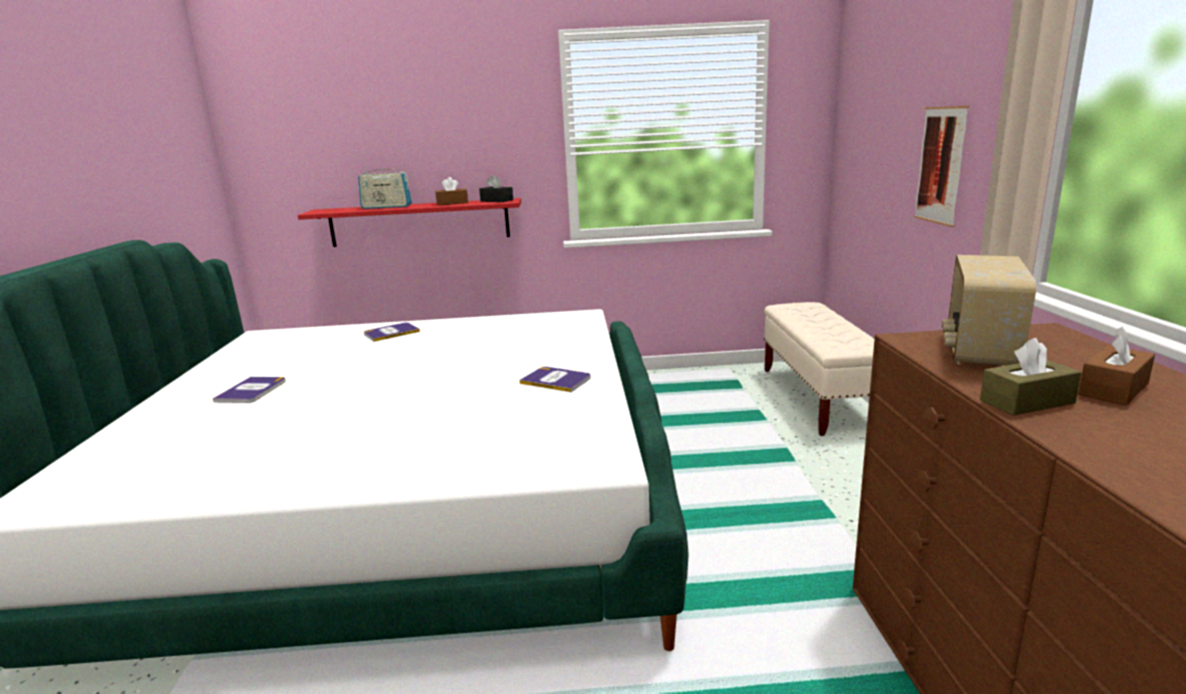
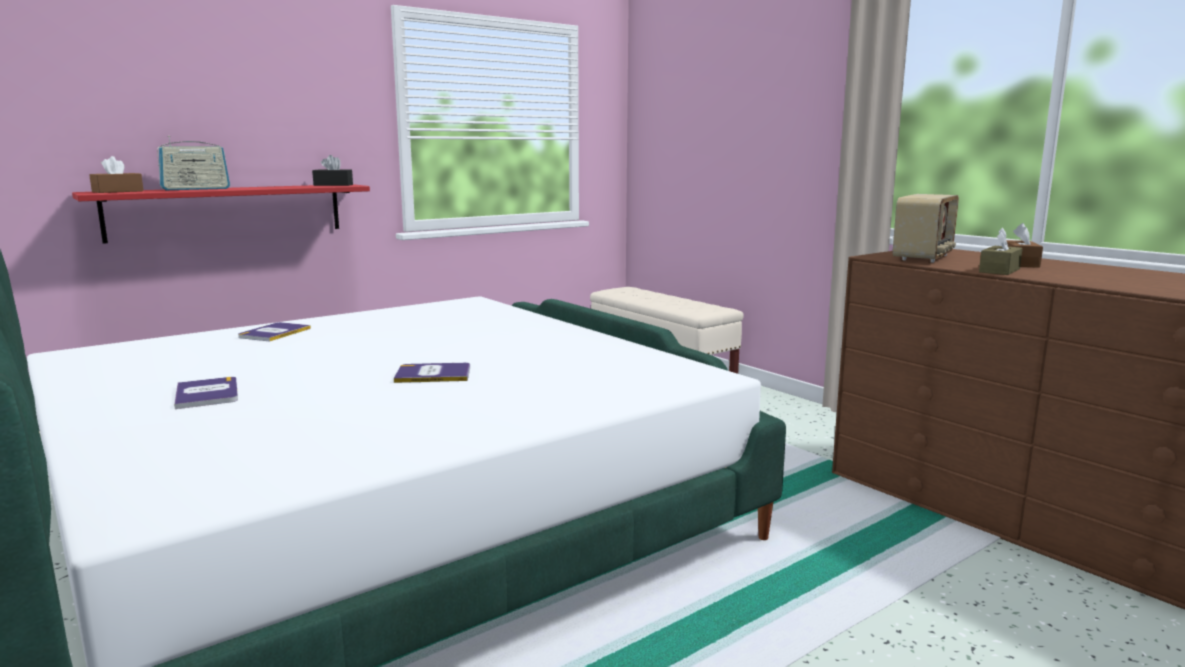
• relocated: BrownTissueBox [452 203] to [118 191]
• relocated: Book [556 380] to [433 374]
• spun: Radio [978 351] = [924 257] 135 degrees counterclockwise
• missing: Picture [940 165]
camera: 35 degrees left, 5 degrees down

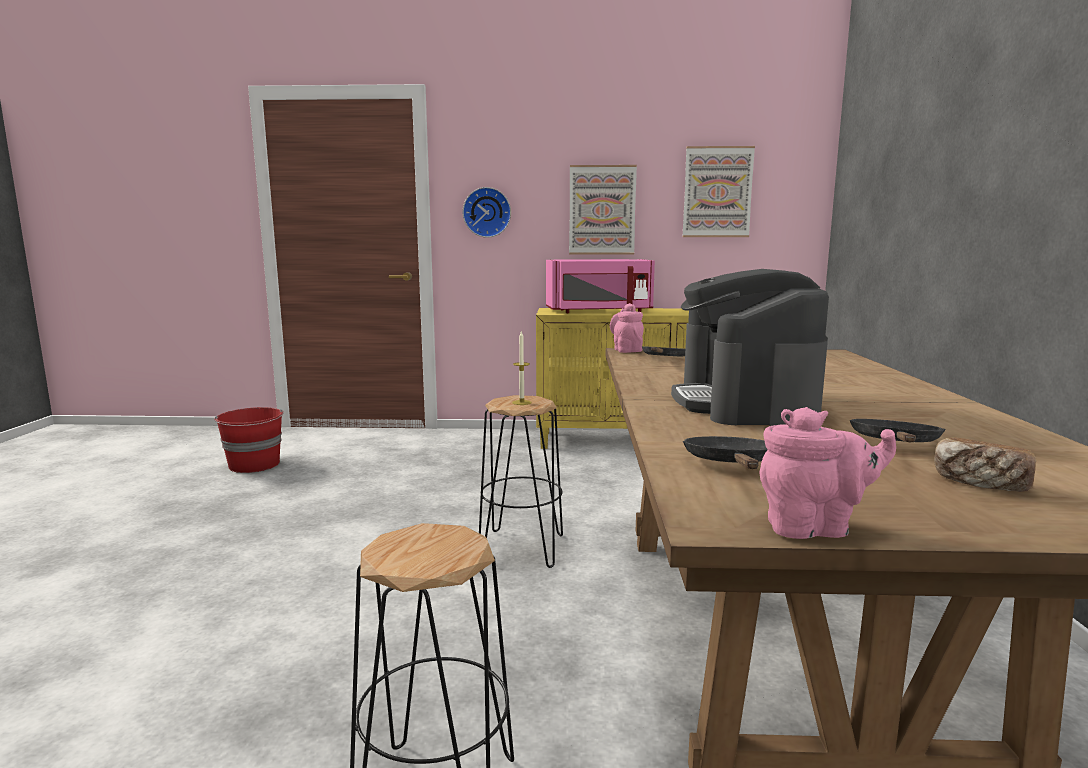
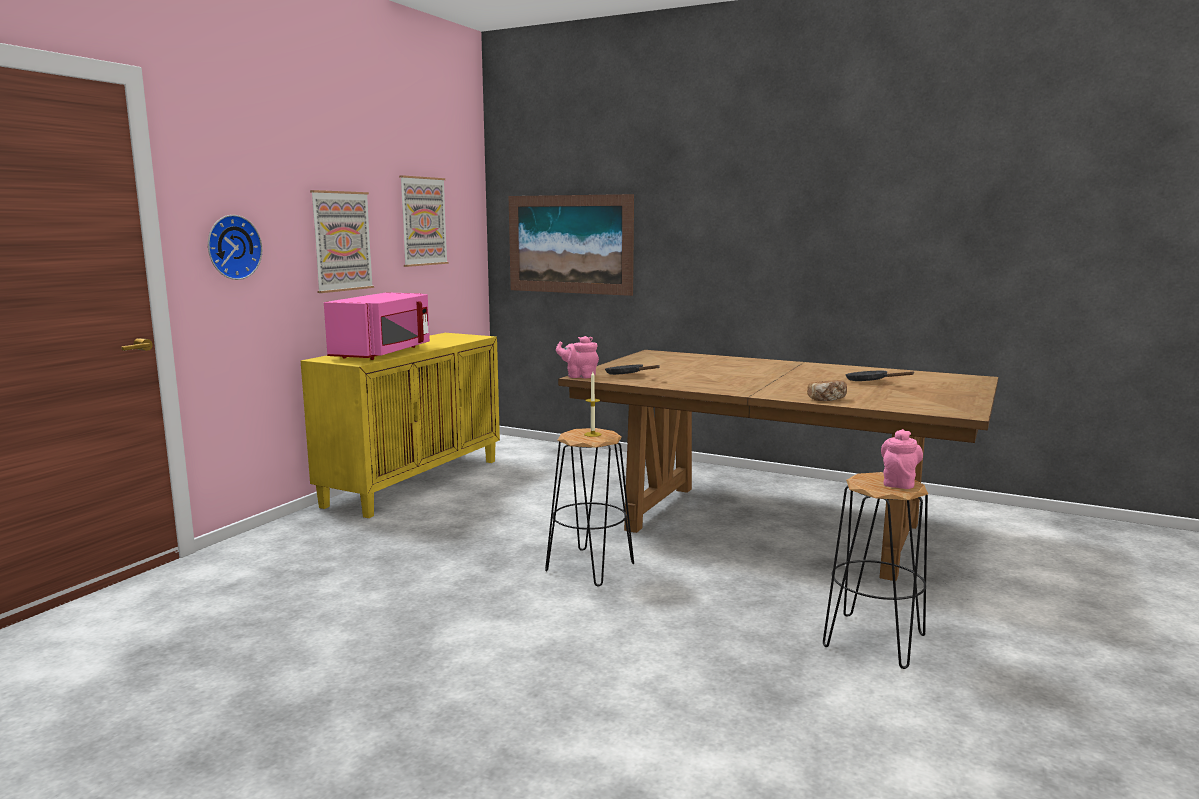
• appeared: Picture [570 244]
• relocated: Bread [980 483] to [827 399]
• relocated: PinkTeapot [814 527] to [899 483]
• missing: RedBucket [254 465]
• missing: CoffeeMachine [745 404]
• missing: BlackFryingPan [731 464]
camera: 65 degrees left, 0 degrees up

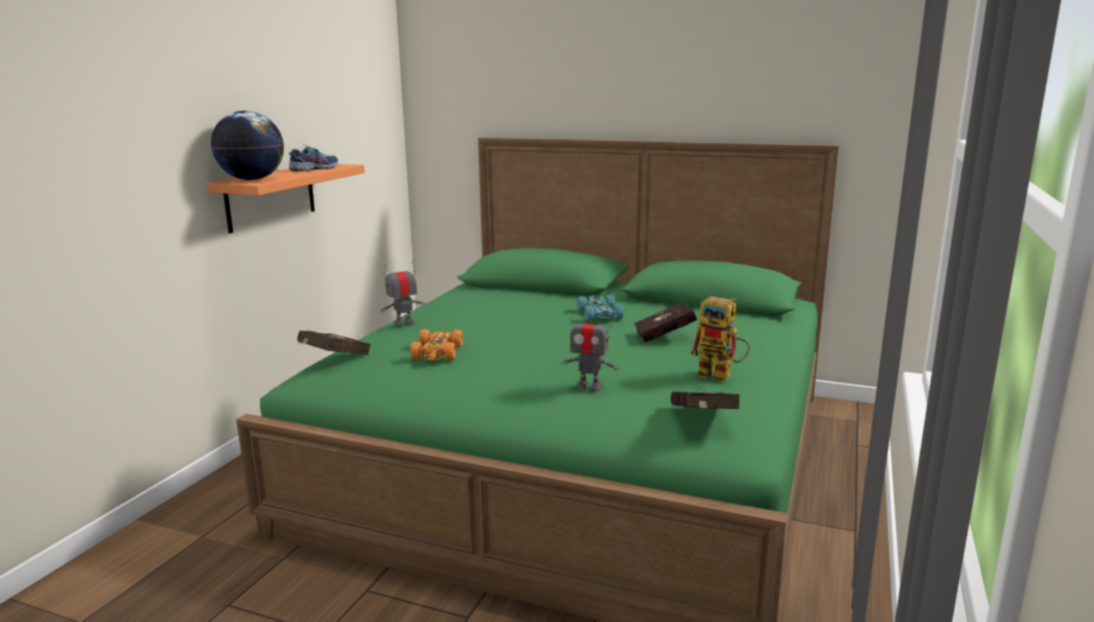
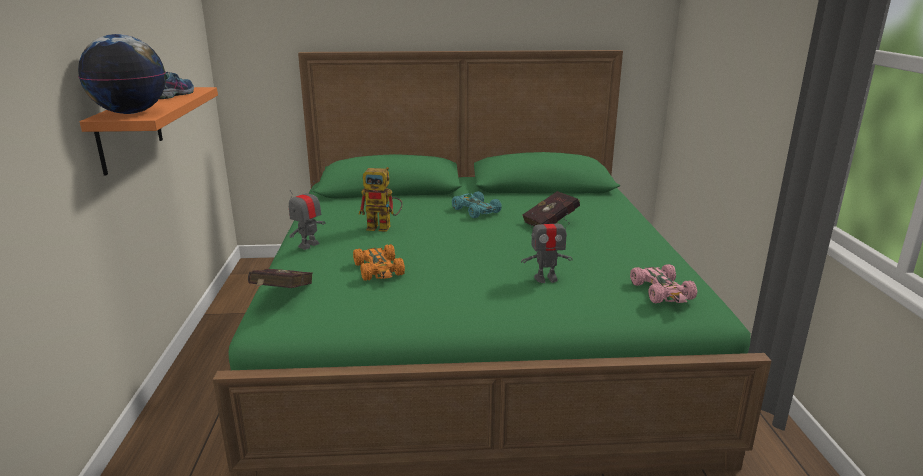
• relocated: ToyRobot [721 376] to [384 227]
• exchanged: RedBook [702 421] to PinkToyCar [662 292]
camera: 25 degrees left, 5 degrees up

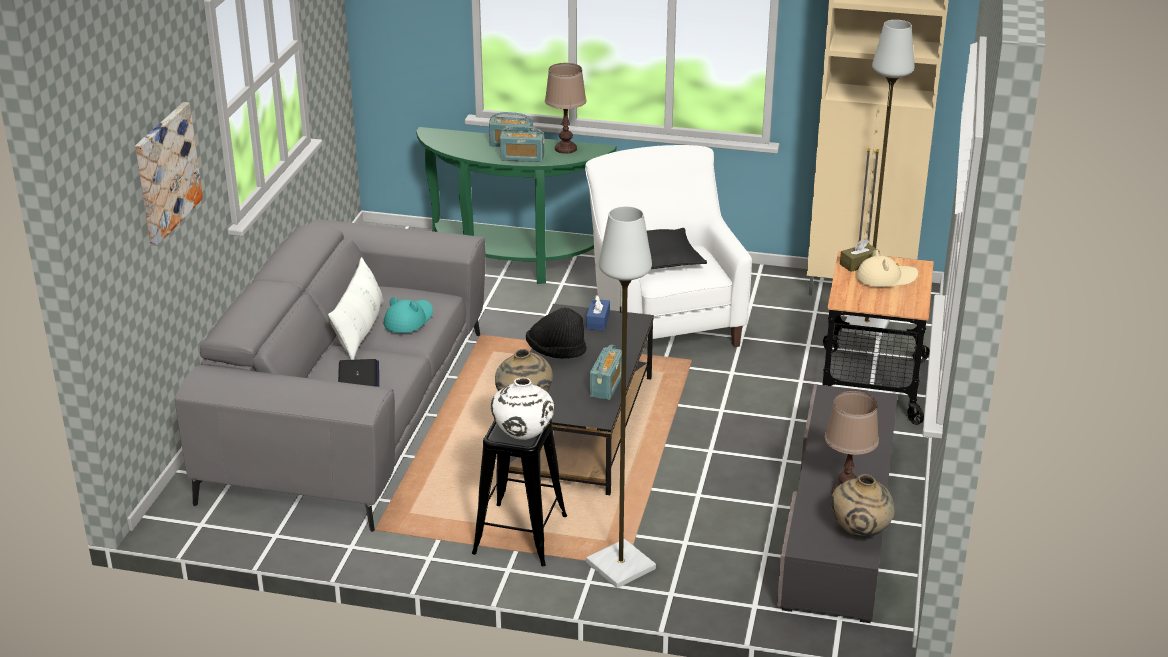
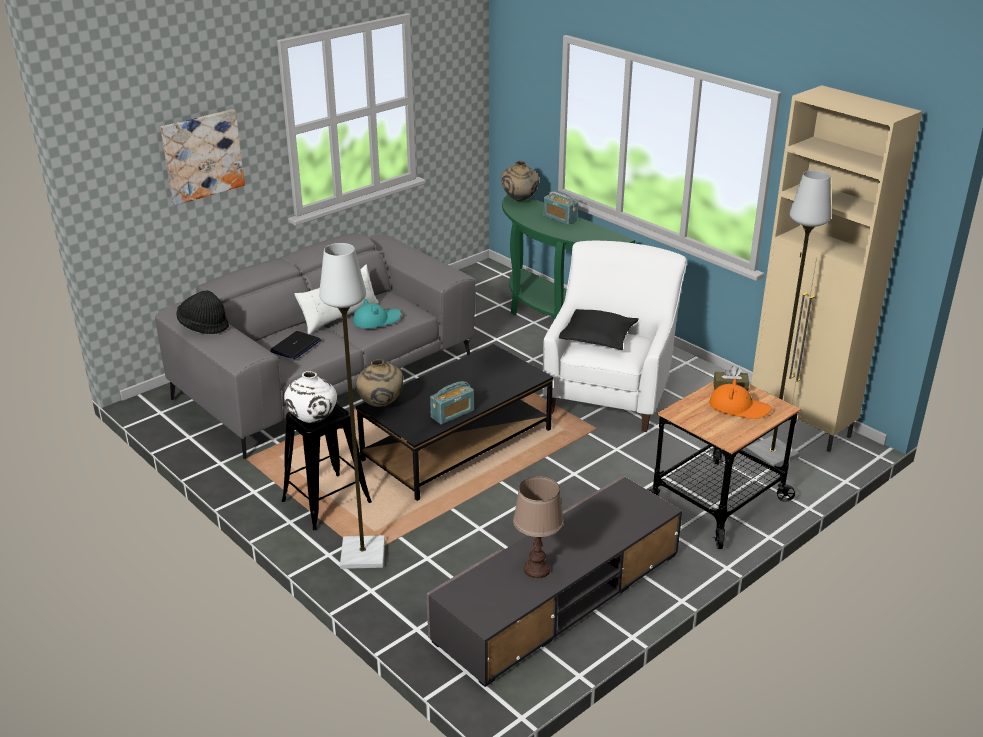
• relocated: BlackHat [556 352] to [203 326]
• relocated: BeigeVase [859 533] to [520 200]
• colour: BeigeHat [886 278] to OrangeHat [738 407]
• missing: Radio [522 158]
• missing: BrownTableLamp [565 148]
• missing: BlueTissueBox [598 321]
camera: 35 degrees right, 0 degrees up

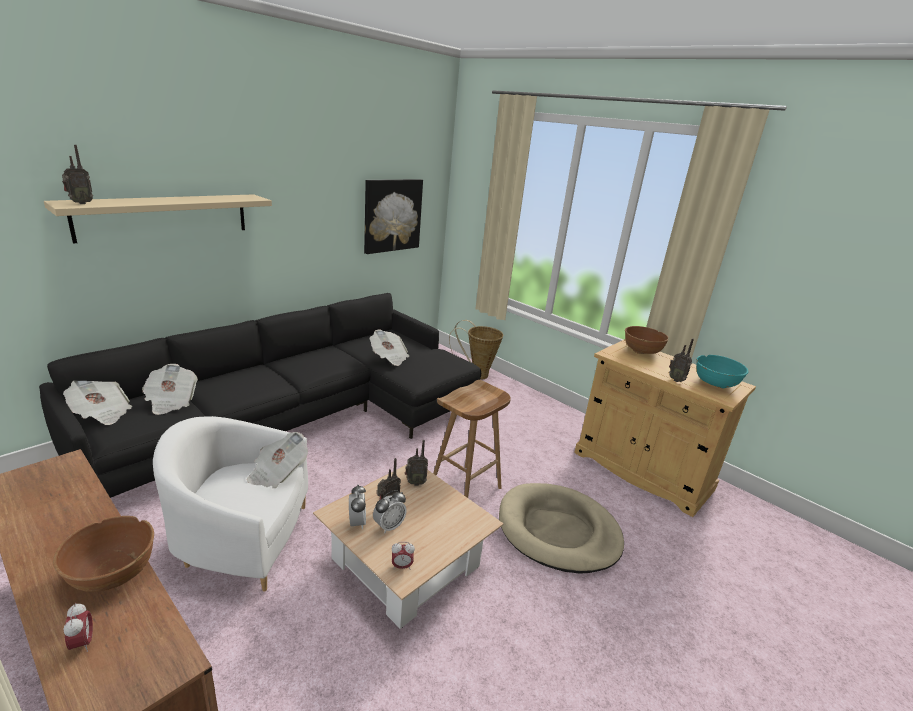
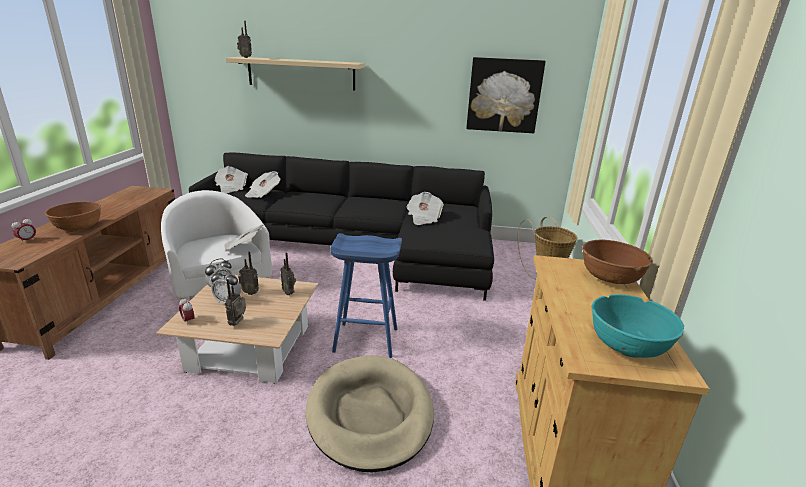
• relocated: Radio [676 380] to [238 323]
• colour: BrownStool [465 489] to BlueStool [365 340]
camera: 55 degrees right, 0 degrees up

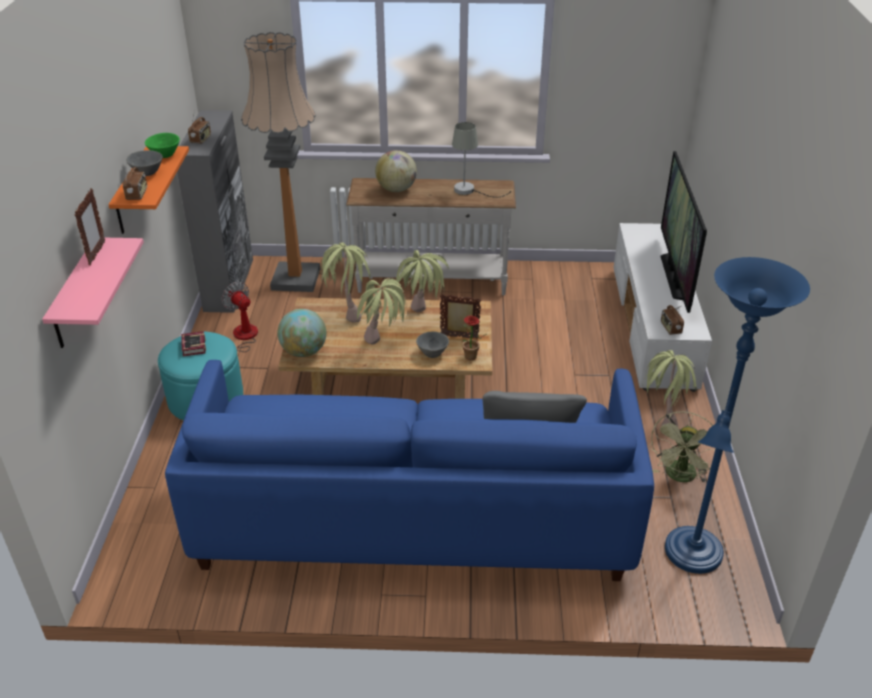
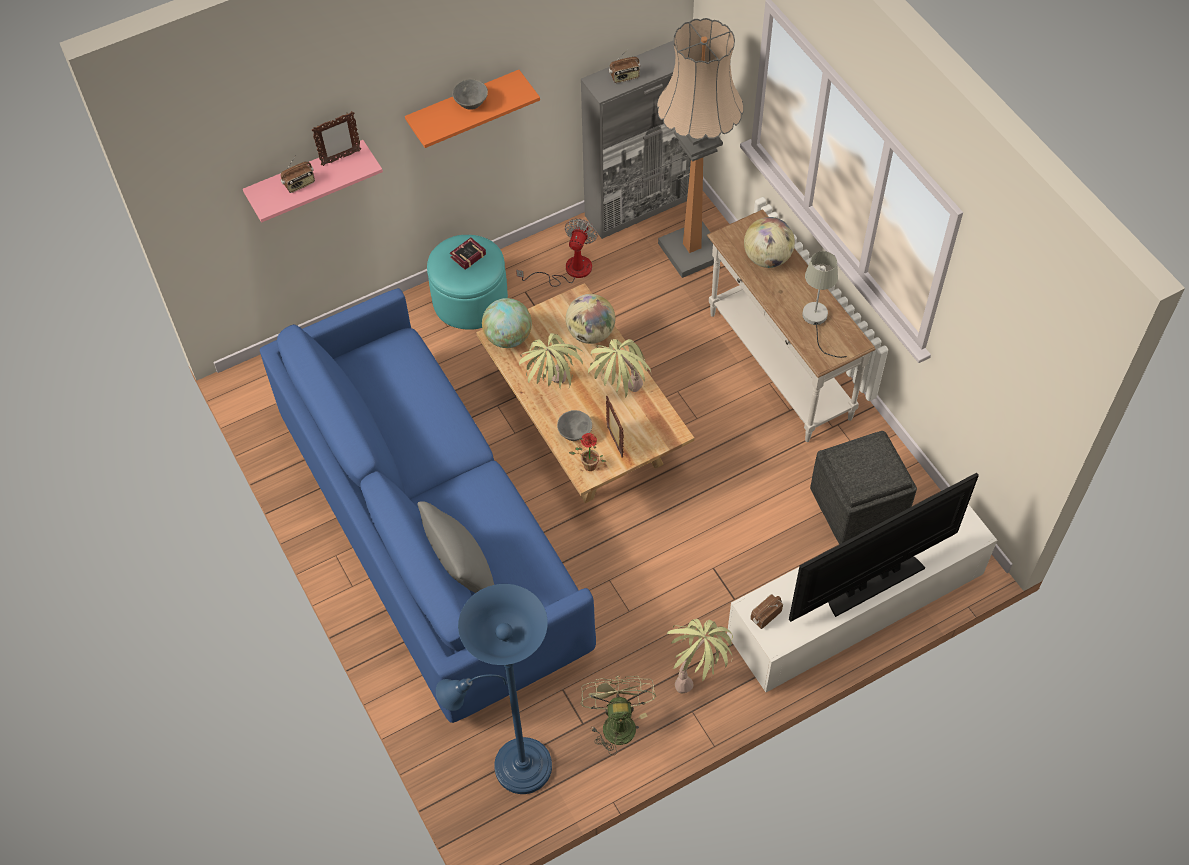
• relocated: Radio [137 194] to [299 184]
• exchanged: PottedPlant [347 311] to Globe [590 333]
• spun: GreenFan [680 477] = [616 722] 90 degrees clockwise
• appeared: GreyOttoman [858 504]
• missing: GreenBowl [164 155]
camera: 60 degrees right, 20 degrees up

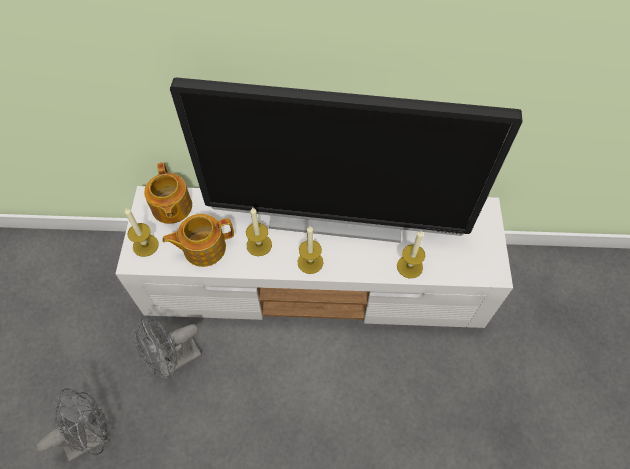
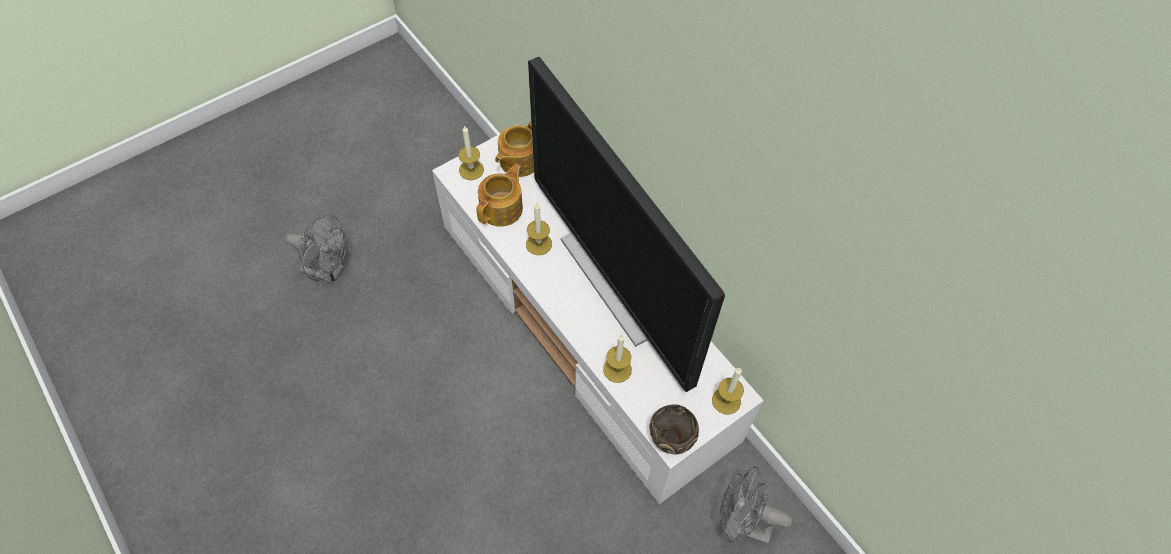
• spun: Teapot [203 248] = [502 208] 90 degrees clockwise
• appeared: BrownBowl [671 440]
• relocated: Candle [310 262] to [726 400]
• relocated: GreyFan [175 361] to [741 524]
camera: 50 degrees right, 0 degrees up

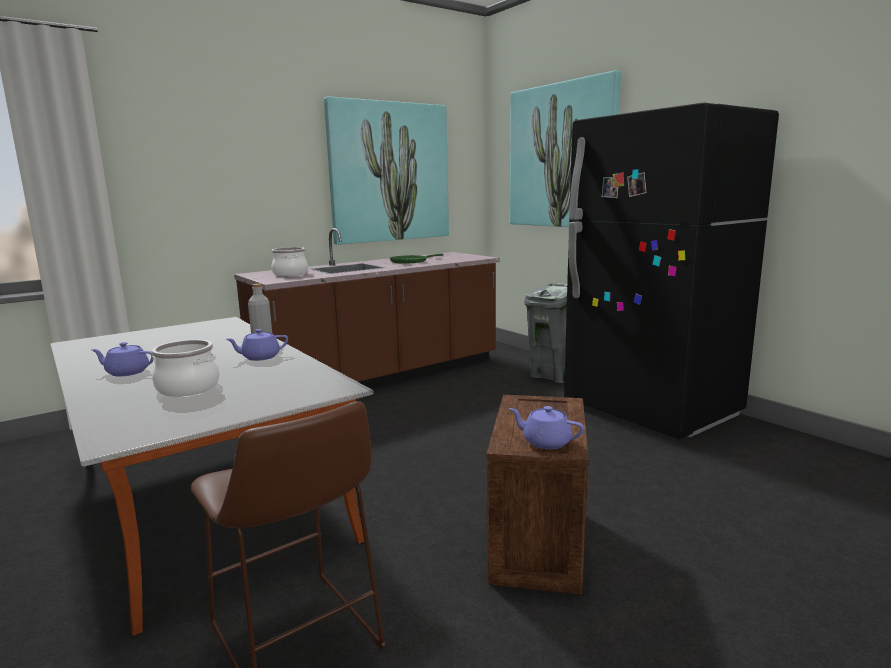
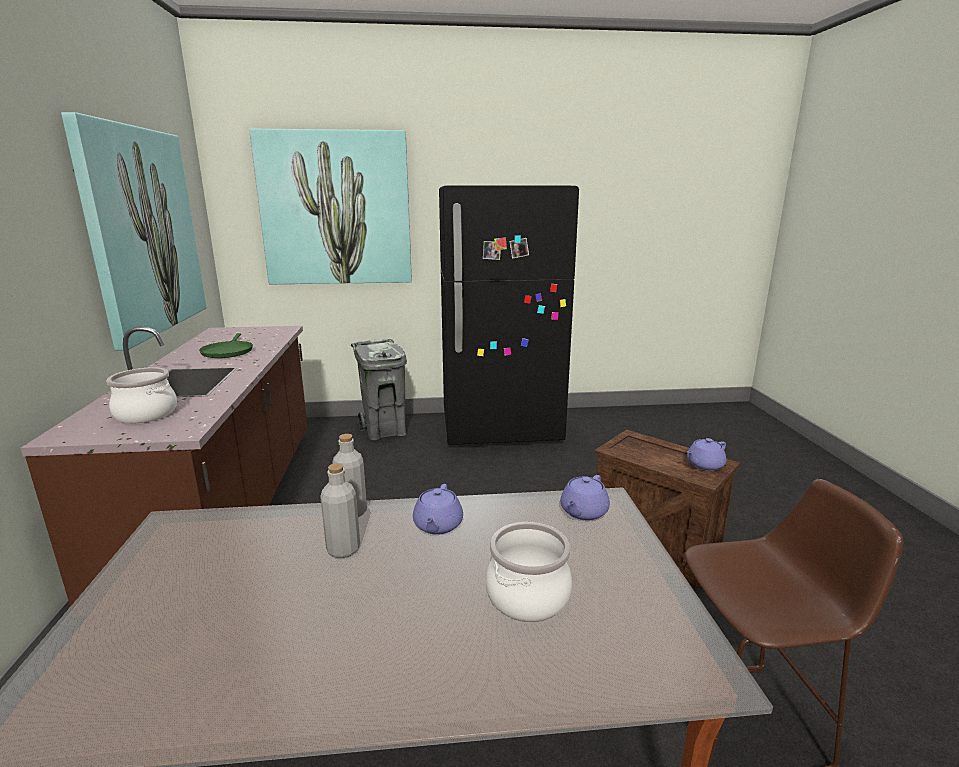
• appeared: GreyBottle [343 549]
• relocated: PurpleTeapot [126 372] to [583 512]
camera: 60 degrees left, 5 degrees up

